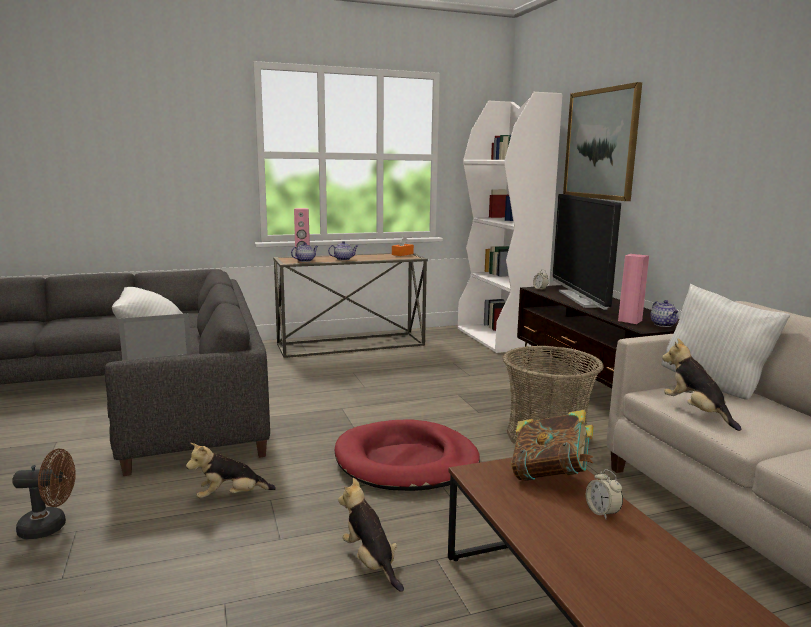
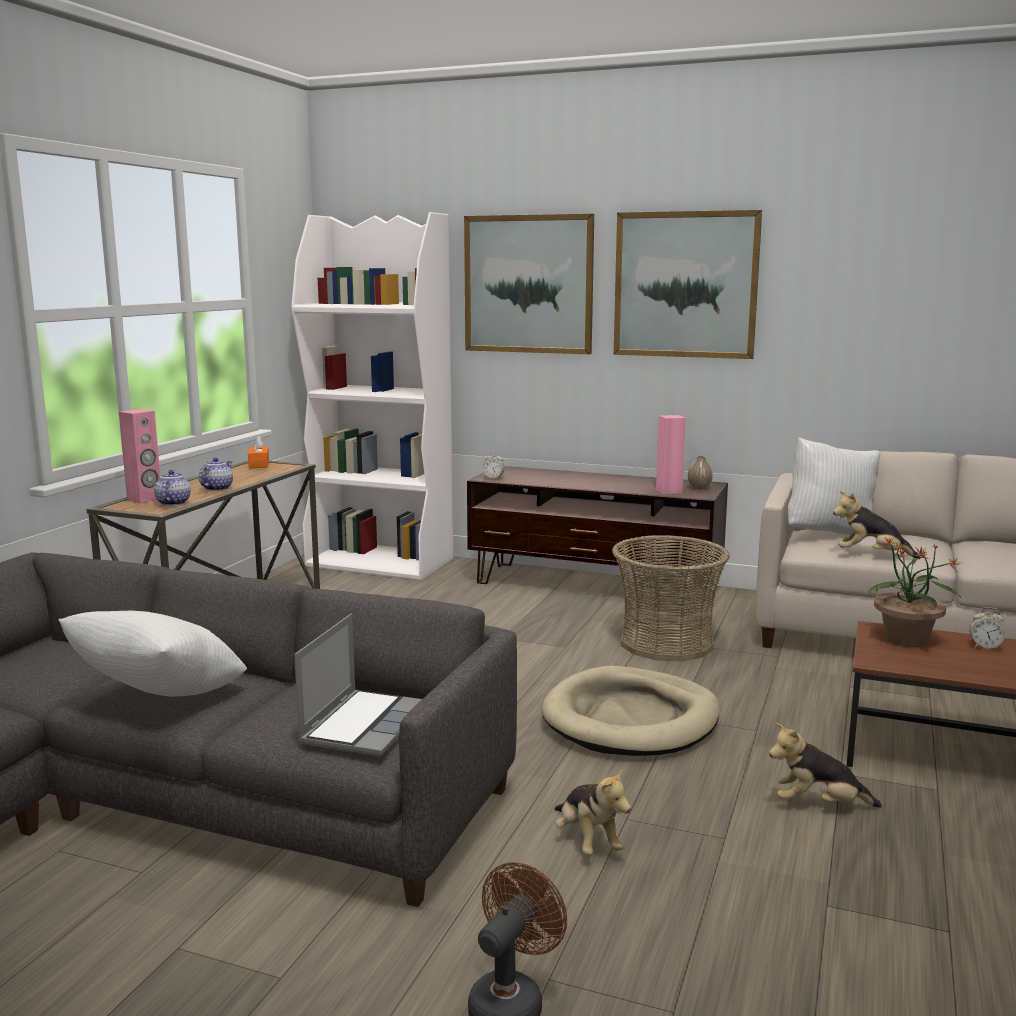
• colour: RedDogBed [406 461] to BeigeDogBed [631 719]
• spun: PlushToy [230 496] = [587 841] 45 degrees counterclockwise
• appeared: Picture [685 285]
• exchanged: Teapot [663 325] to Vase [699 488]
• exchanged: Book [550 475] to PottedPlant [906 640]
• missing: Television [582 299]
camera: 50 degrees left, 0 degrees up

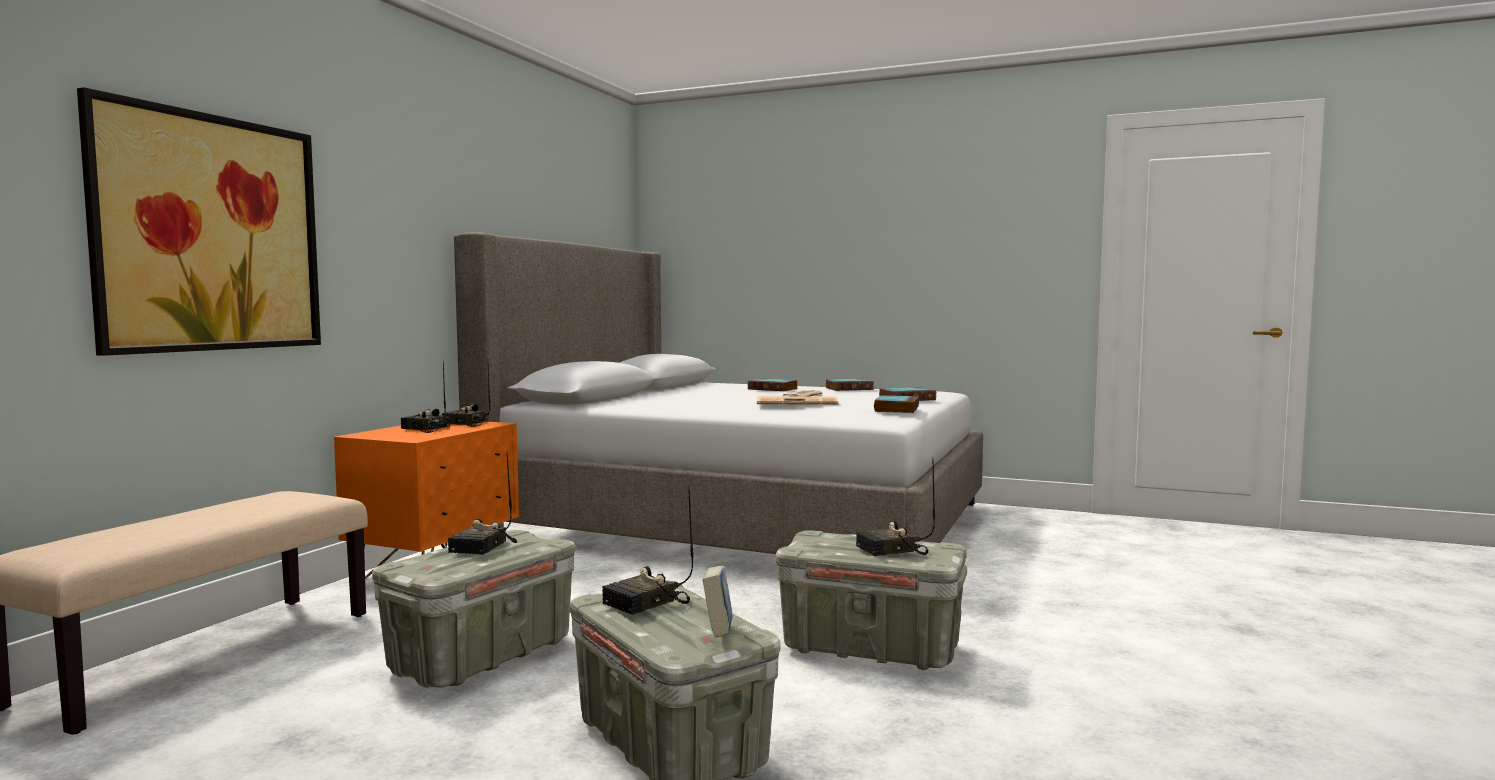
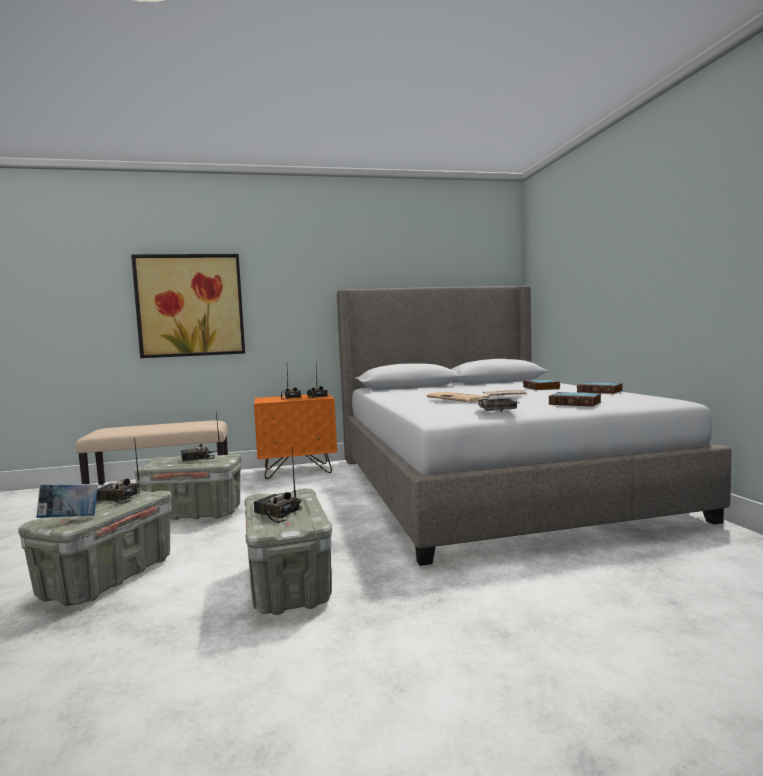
• exchanged: Book [896 409] to GreyTray [496 410]
camera: 55 degrees right, 0 degrees up

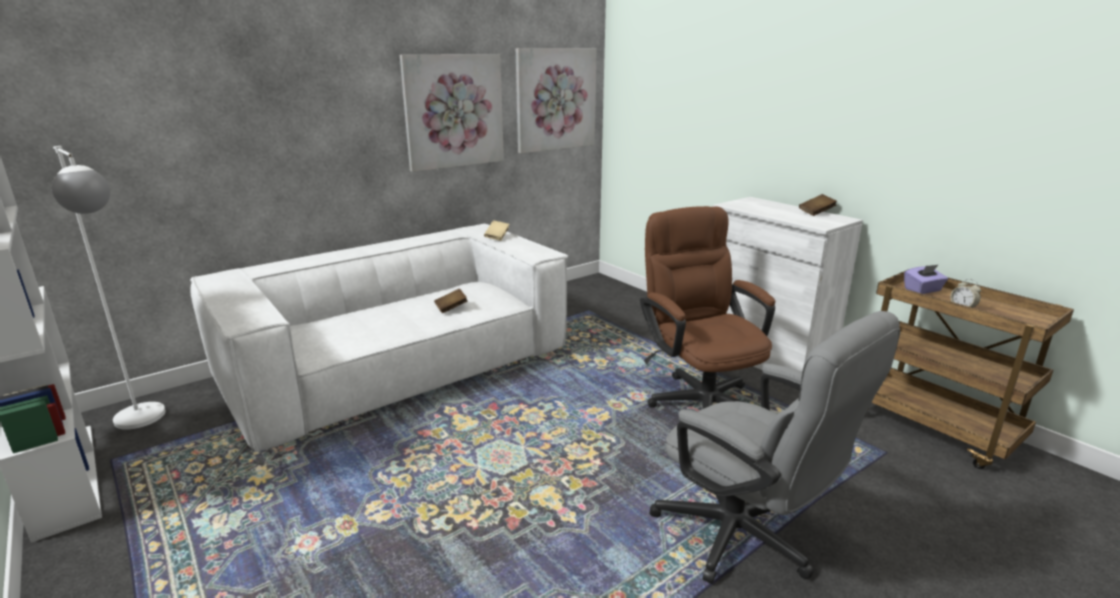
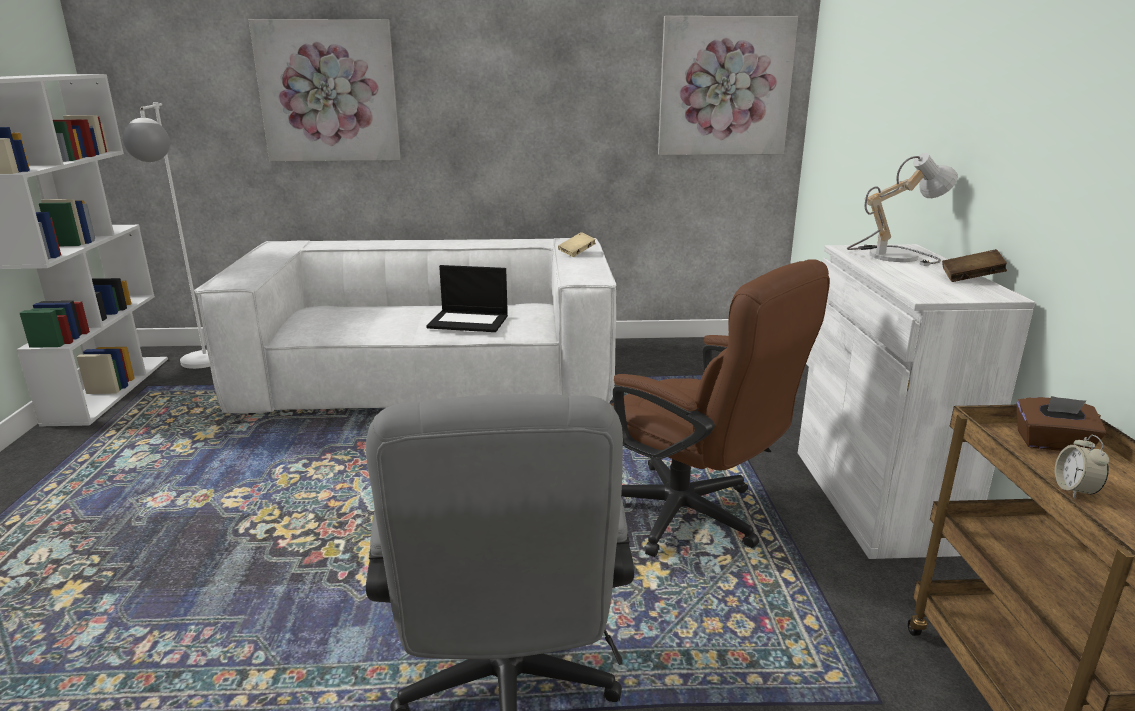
• relocated: Picture [454 111] to [328 92]
• exchanged: BrownBook [451 308] to Laptop [469 321]
• spun: BrownOfficeChair [699 399] = [693 518] 120 degrees clockwise
• appeared: TableLamp [892 255]
• colour: PurpleTissueBox [923 290] to BrownTissueBox [1053 444]
camera: 35 degrees right, 0 degrees up

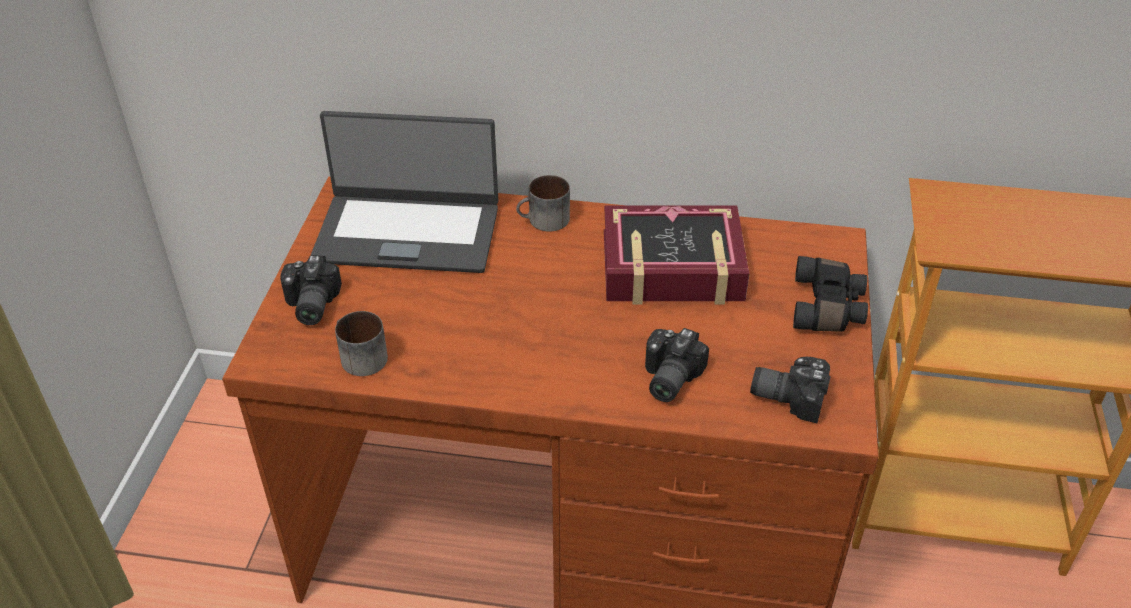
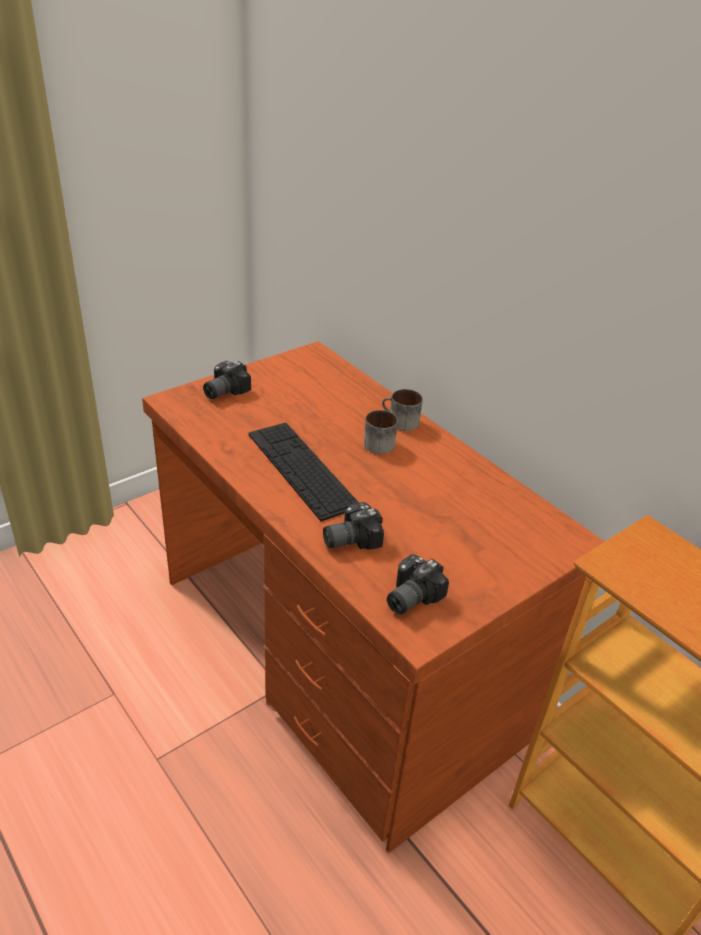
• appeared: Keyboard [302 469]
• relocated: Mug [358 357] to [377 442]
• spun: PhotoCamera [788 395] = [409 596] 105 degrees counterclockwise
• missing: Laptop [408 232]
• missing: Book [672 267]
• missing: BlackBinoculars [828 307]
camera: 40 degrees right, 5 degrees down

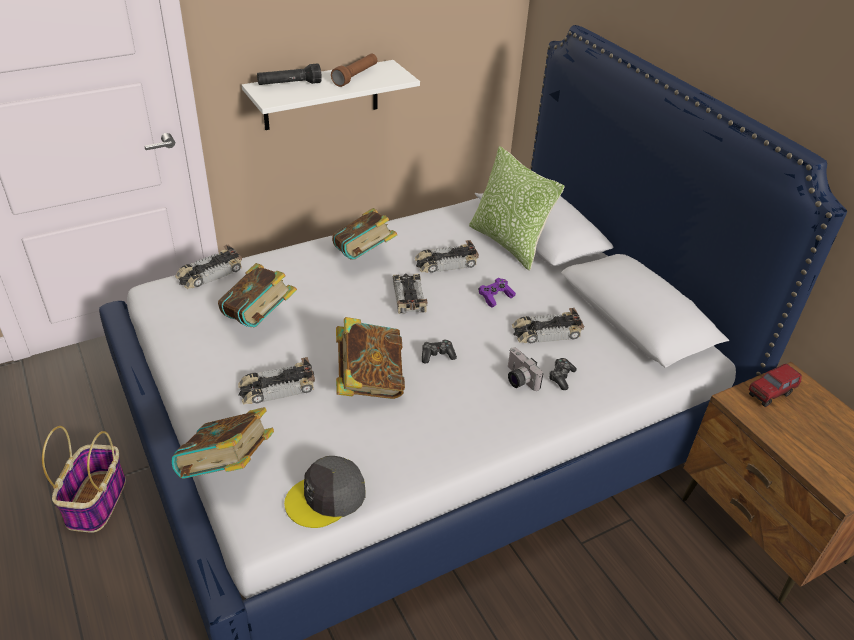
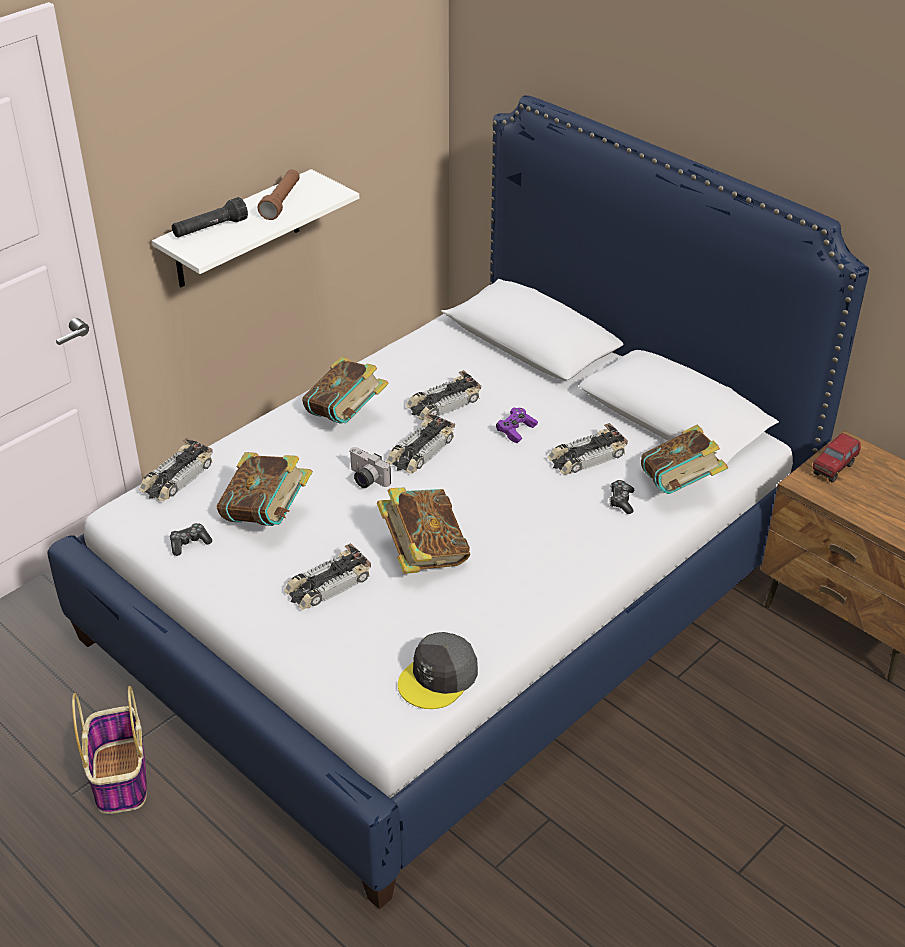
• relocated: GameController [437 355] to [189 543]
• relocated: PhotoCamera [518 379] to [365 479]
• spun: ToyCar [408 296] = [420 451] 120 degrees counterclockwise
• relocated: Book [228 468] to [680 487]
• missing: Pillow [508 243]
camera: 15 degrees left, 0 degrees up

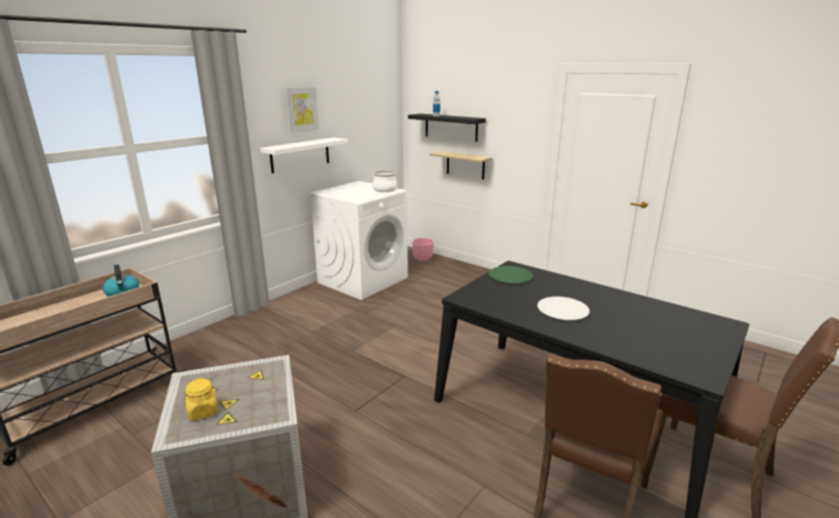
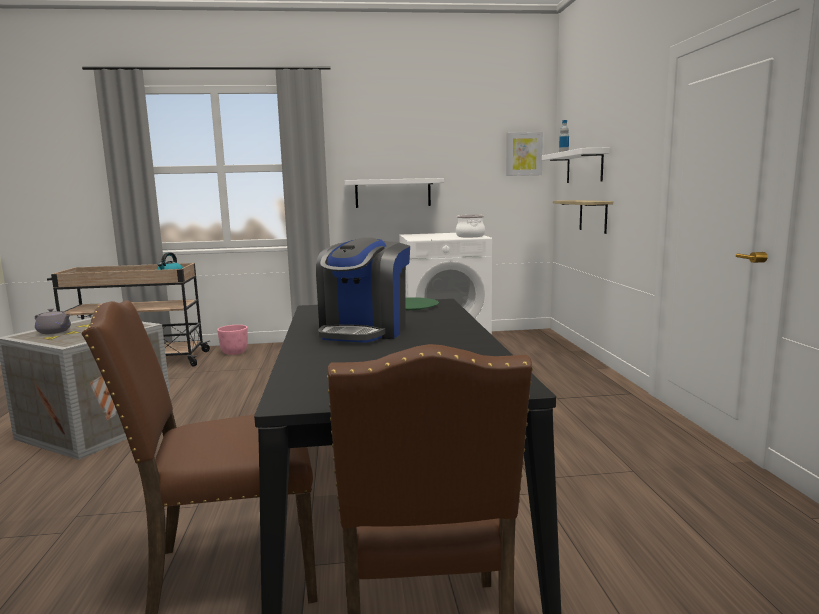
• exchanged: YellowJar [203 412] to GreyTeapot [54 332]
• relocated: PinkPlanter [423 259] to [235 352]
• exchanged: WhitePlate [562 310] to CoffeeMachine [364 331]
• relocated: Picture [301 109] to [523 154]
• colour: BlackShelf [451 127] to WhiteShelf [584 167]
camera: 45 degrees right, 10 degrees down

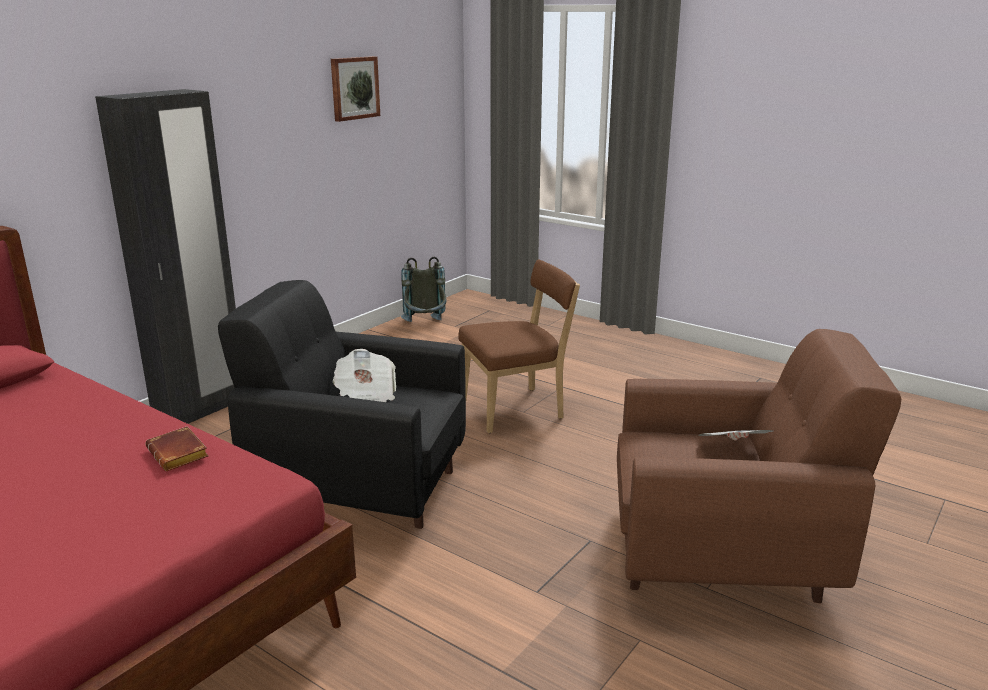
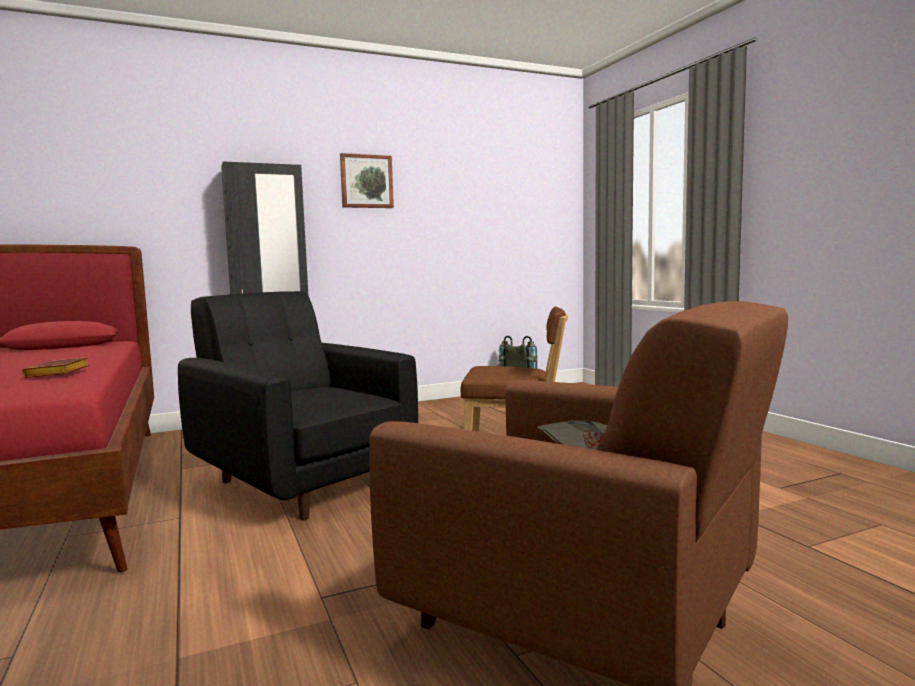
• relocated: Picture [354 88] to [366 181]
• missing: Newspaper [366 396]
camera: 30 degrees right, 15 degrees down

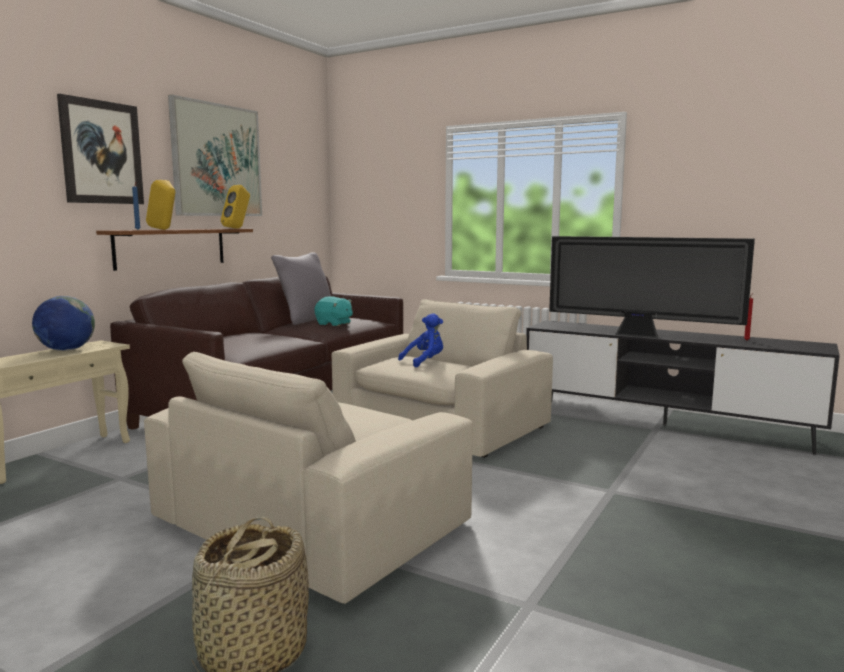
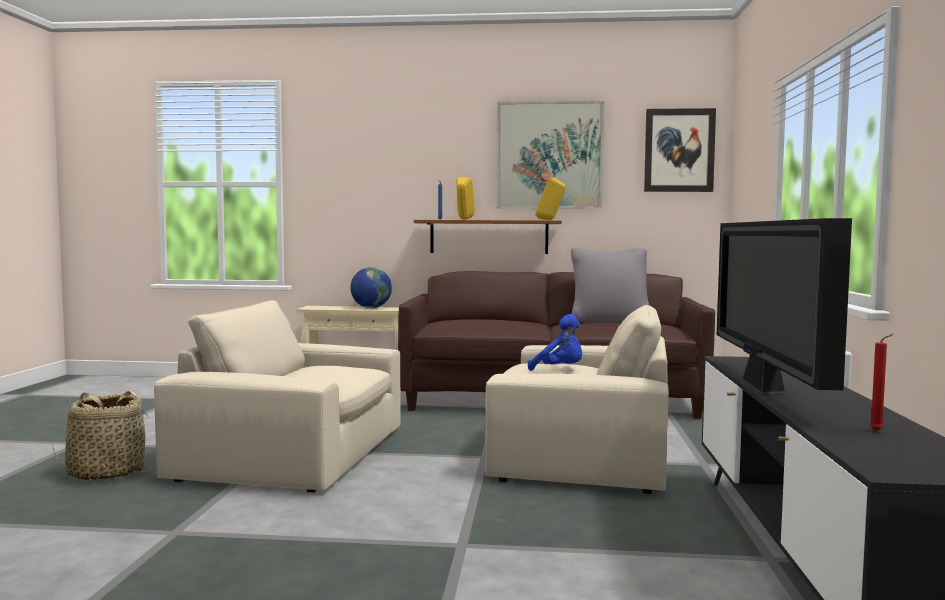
• relocated: Picture [101 152] to [679 150]
• missing: TurquoisePlushToy [334 324]
camera: 65 degrees right, 5 degrees down

